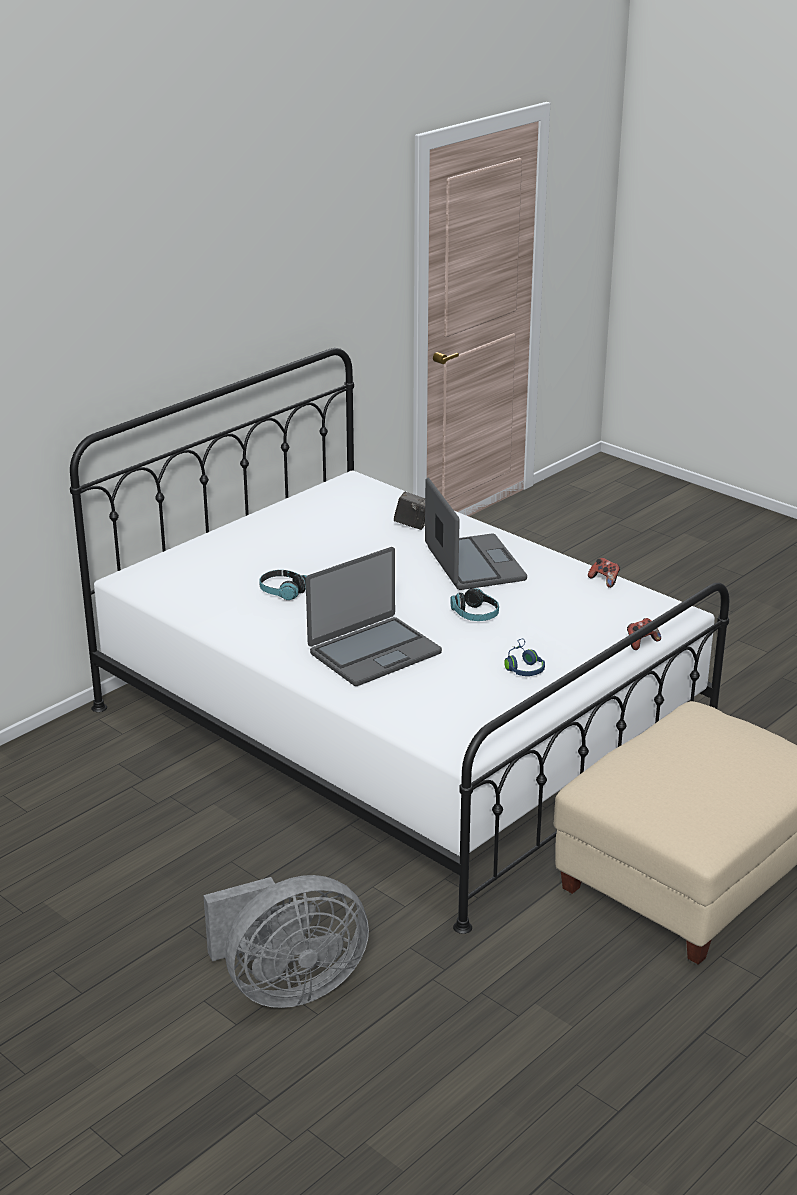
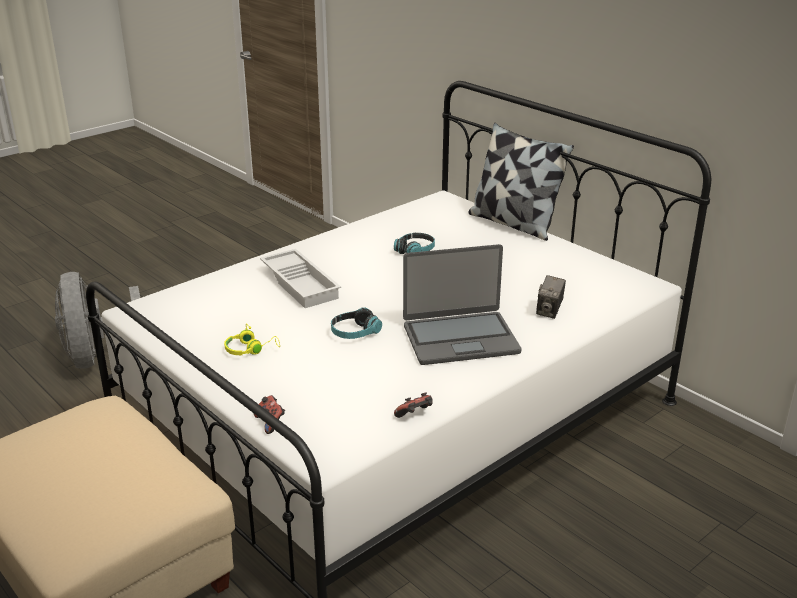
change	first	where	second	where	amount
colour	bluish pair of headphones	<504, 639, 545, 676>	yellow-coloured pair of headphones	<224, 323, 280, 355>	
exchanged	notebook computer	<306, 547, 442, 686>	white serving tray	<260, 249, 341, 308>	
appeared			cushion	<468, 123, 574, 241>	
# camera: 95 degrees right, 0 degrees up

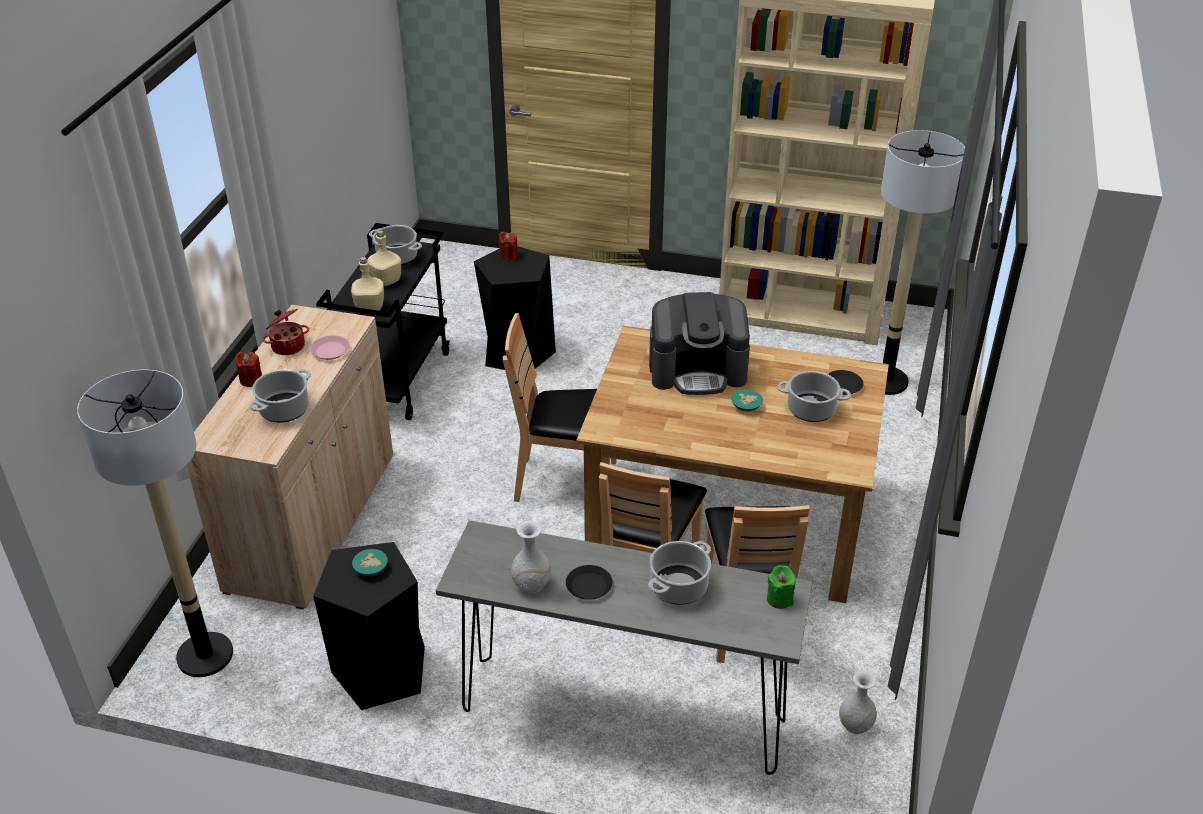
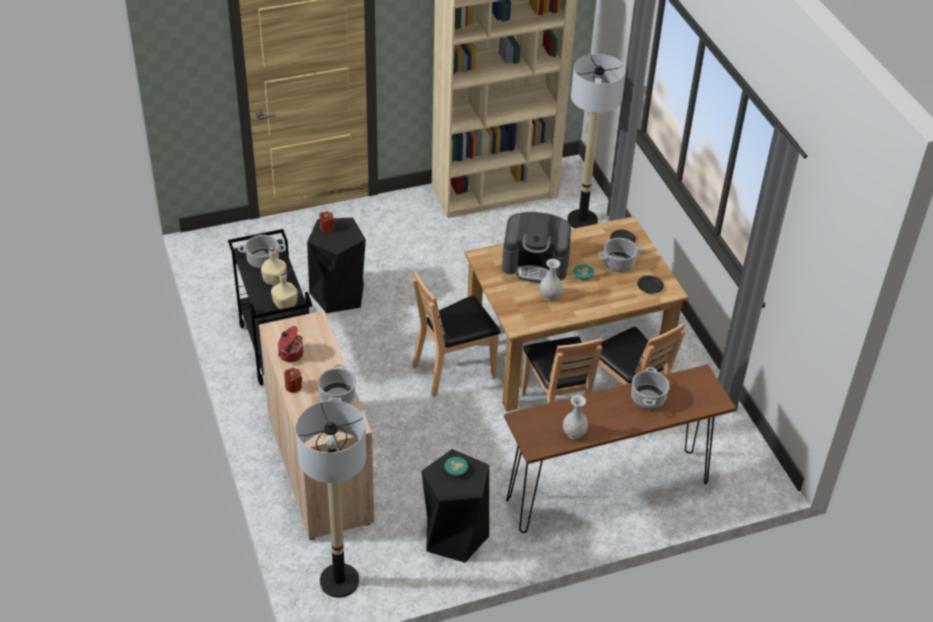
change	first	where	second	where	amount
spun	coffee machine	<649, 292, 750, 395>		<502, 212, 571, 283>	45 degrees clockwise
colour	greyish hall table	<436, 520, 813, 775>	brown-coloured hall table	<504, 364, 736, 533>	
relocated	white flower vase	<839, 671, 877, 734>		<540, 259, 562, 301>	
relocated	black-coloured flat dish	<566, 565, 613, 600>		<637, 276, 664, 294>	
missing	pinkish flat dish	<310, 335, 350, 360>			
missing	greenish candle	<767, 565, 796, 609>			
# camera: 35 degrees left, 5 degrees up

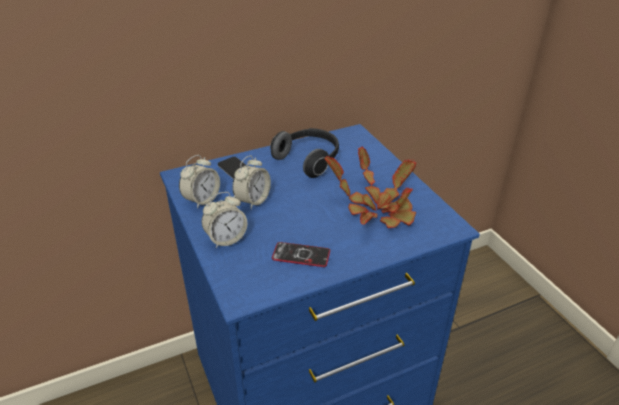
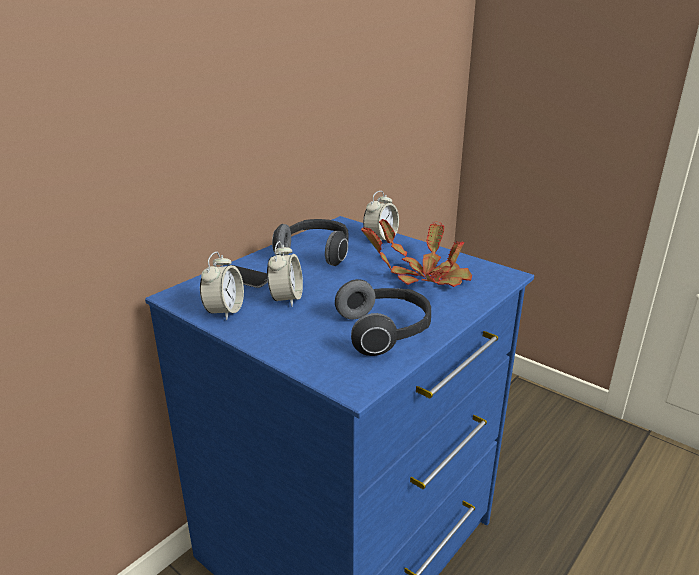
change	first	where	second	where	amount
exchanged	phone	<272, 242, 330, 267>	pair of headphones	<335, 279, 431, 356>	
relocated	bedside clock	<202, 192, 248, 248>		<363, 191, 399, 241>	
# camera: 25 degrees left, 10 degrees down

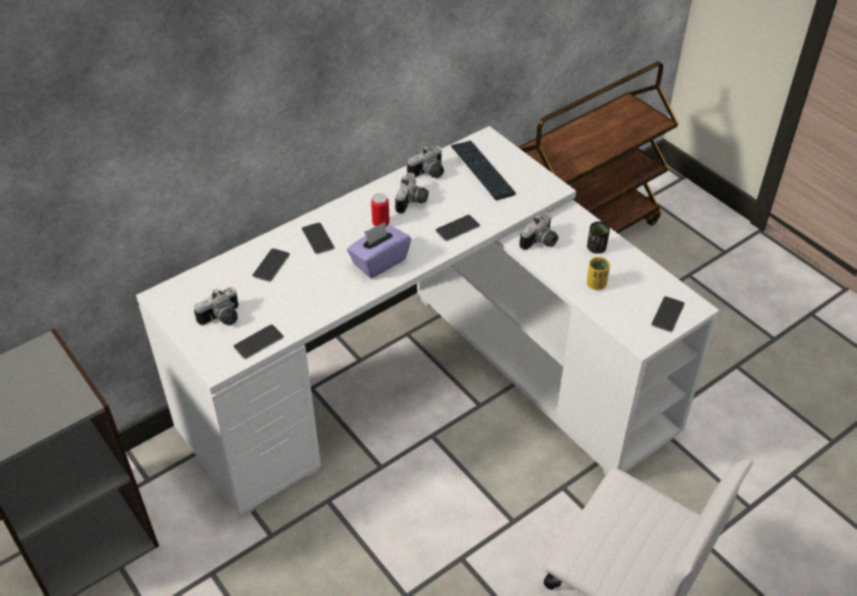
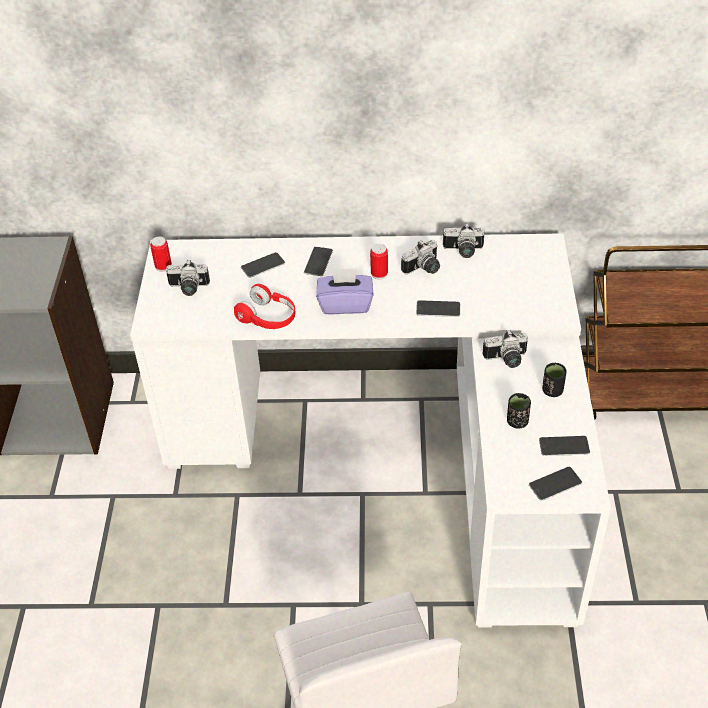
change	first	where	second	where	amount
appeared			metal can	<150, 237, 172, 272>	
appeared			reddish pair of headphones	<234, 284, 296, 329>	
colour	yellow-coloured cup	<587, 257, 610, 290>	black-coloured cup	<507, 393, 531, 429>	
relocated	phone	<233, 324, 284, 359>		<539, 436, 590, 456>	
missing	keyboard	<451, 140, 516, 200>			
# camera: 40 degrees right, 0 degrees up

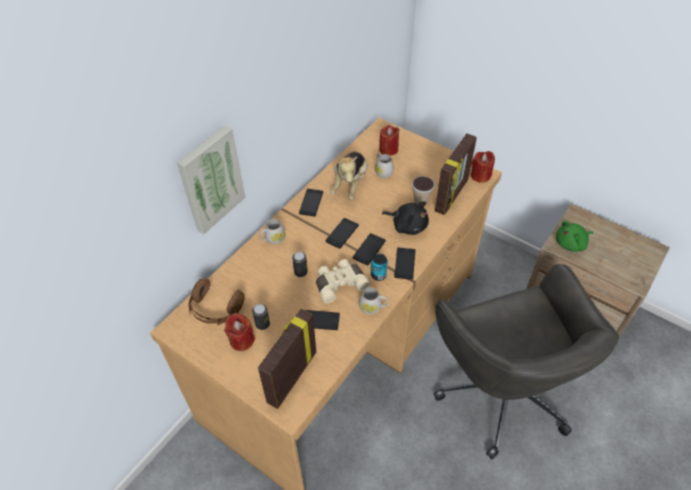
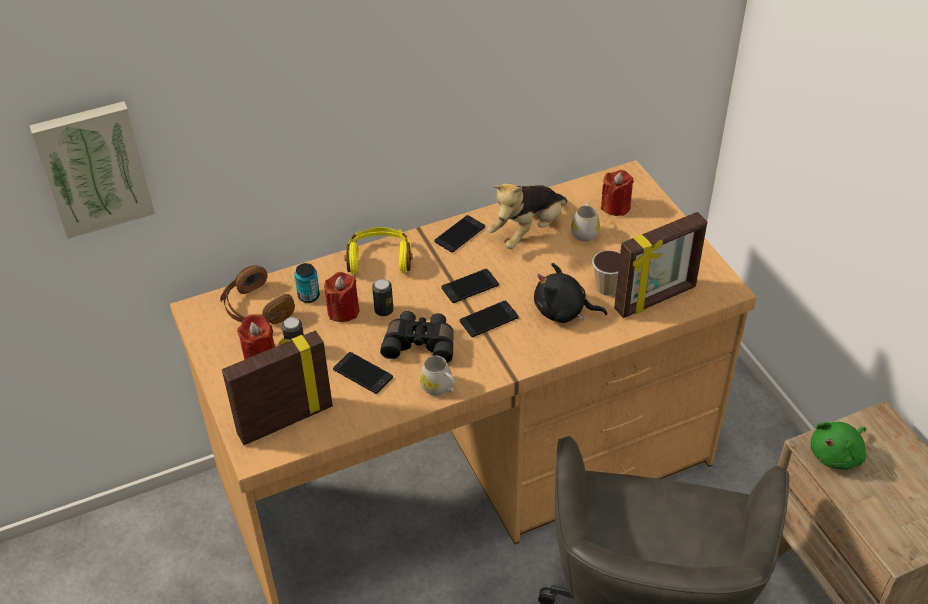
change	first	where	second	where	amount
relocated	wall art	<177, 125, 246, 234>		<29, 101, 155, 239>	
relocated	metal can	<371, 254, 388, 281>		<294, 263, 320, 303>	
relocated	reddish candle	<471, 151, 495, 183>		<324, 272, 359, 322>	
exchanged	white coffee mug	<259, 219, 285, 244>	yellow-coloured pair of headphones	<345, 227, 413, 274>	
colour	sand-coloured binoculars	<316, 259, 370, 303>	black-coloured binoculars	<380, 311, 454, 363>	
spun	black-coloured soft toy	<382, 202, 429, 235>		<534, 263, 607, 323>	135 degrees clockwise
spun	greenish soft toy	<556, 221, 594, 252>		<811, 422, 866, 470>	45 degrees counterclockwise
missing	phone	<394, 248, 416, 280>			
# camera: 30 degrees right, 5 degrees down

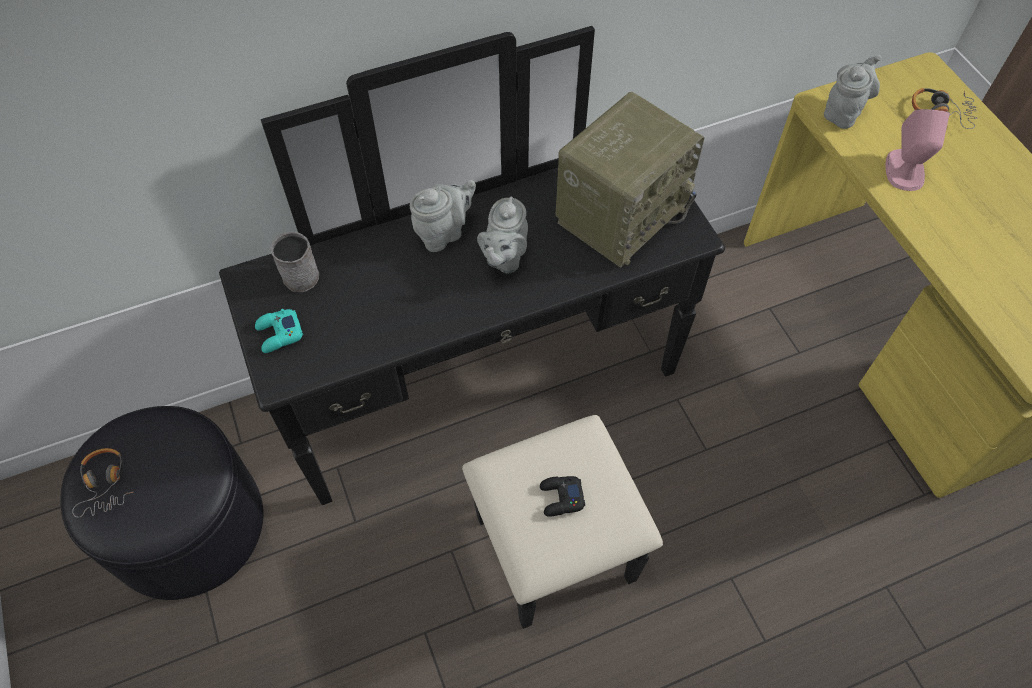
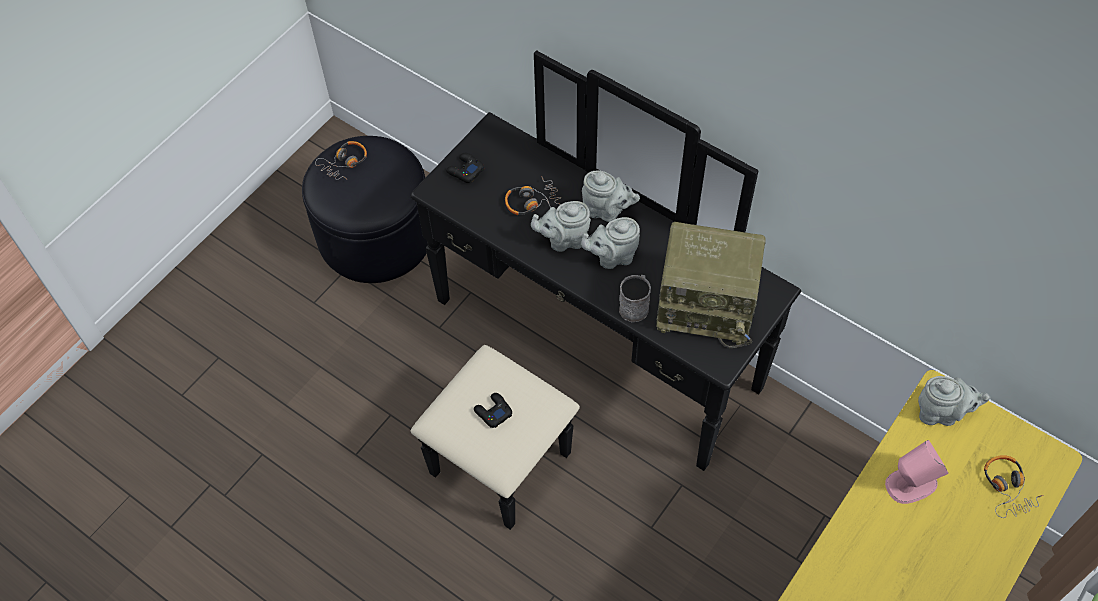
change	first	where	second	where	amount
colour	turquoise gamepad	<255, 309, 303, 353>	black-coloured gamepad	<446, 153, 484, 183>	
appeared			pair of headphones	<505, 176, 561, 215>	
appeared			greyish teapot	<531, 201, 591, 252>	
relocated	greyish coffee mug	<270, 232, 319, 292>		<619, 275, 651, 322>	
# camera: 60 degrees right, 0 degrees up

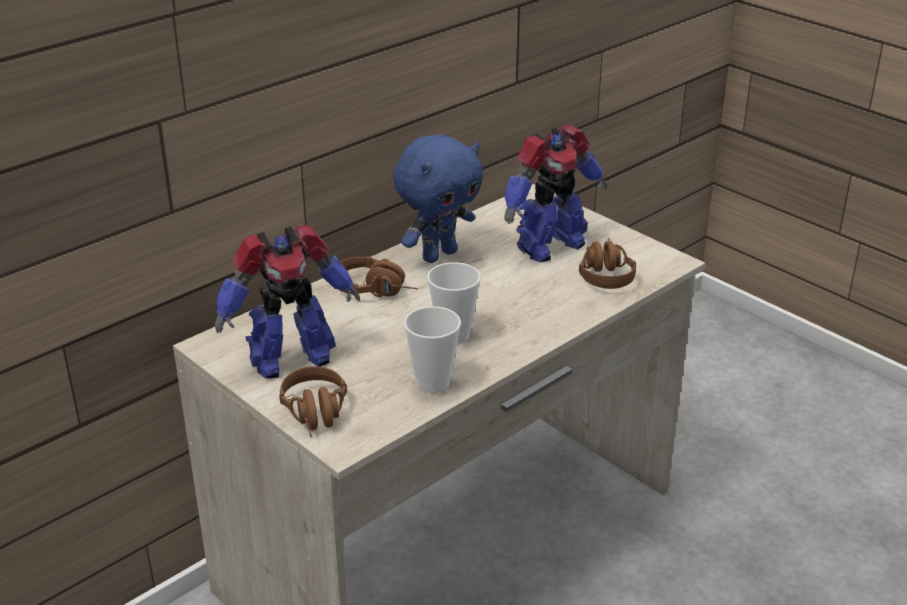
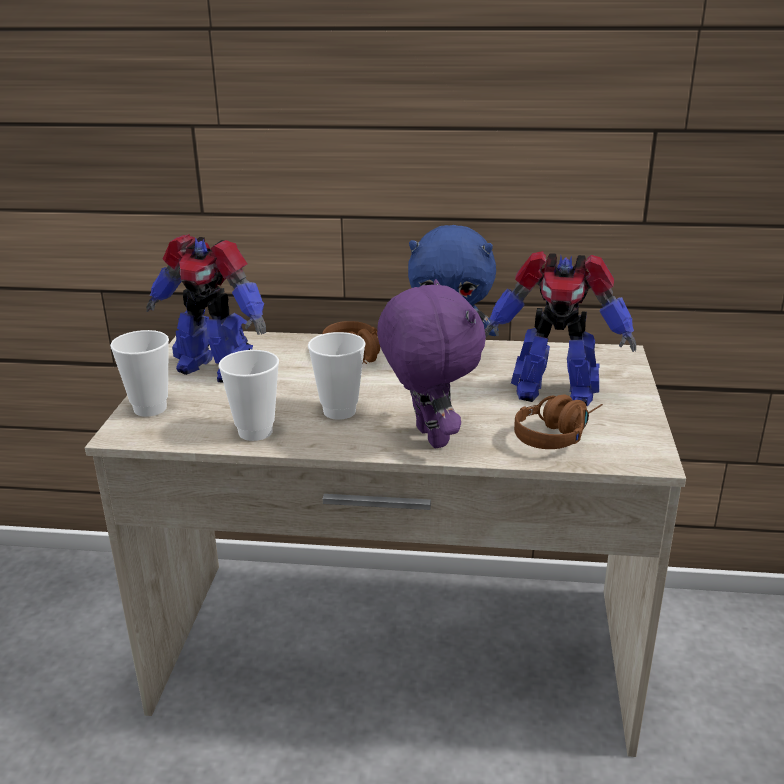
change	first	where	second	where	amount
exchanged	brown-coloured pair of headphones	<279, 366, 347, 437>	cup	<110, 330, 169, 417>	
appeared			purple-coloured soft toy	<377, 279, 486, 448>	
# camera: 50 degrees right, 5 degrees down

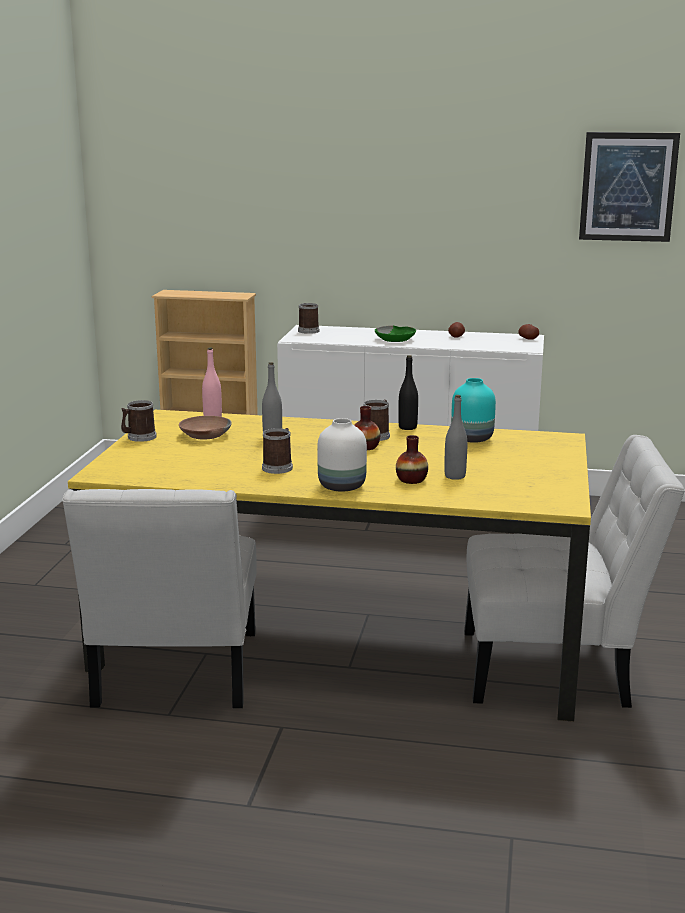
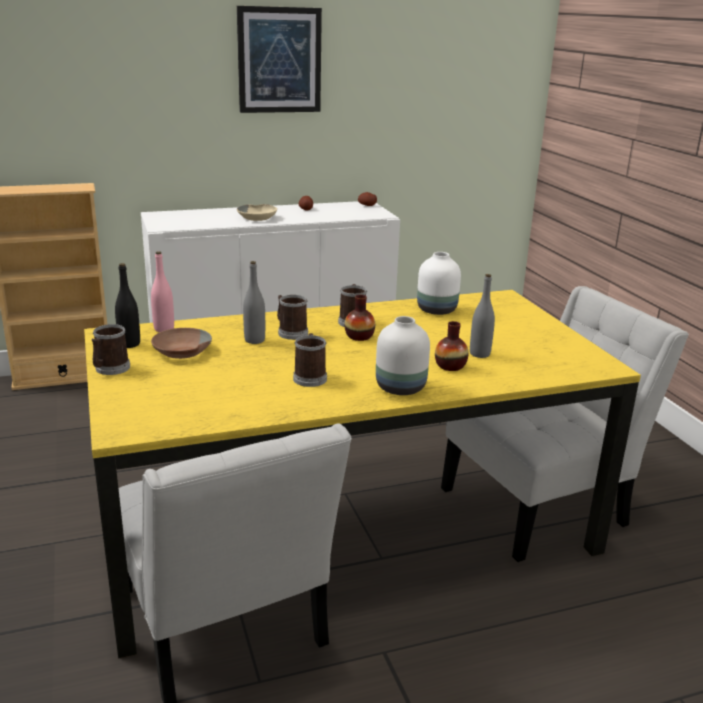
change	first	where	second	where	amount
relocated	black-coloured beverage bottle	<398, 355, 418, 430>		<115, 263, 140, 348>	
relocated	wall art	<579, 132, 680, 242>		<237, 6, 322, 113>	
colour	greenish bowl	<375, 326, 416, 342>	sand-coloured bowl	<237, 204, 277, 221>	
relocated	coffee mug	<298, 303, 320, 334>		<277, 295, 308, 340>	
colour	turquoise flower vase	<451, 378, 496, 443>	white flower vase	<417, 252, 461, 315>	
# camera: 30 degrees left, 5 degrees up

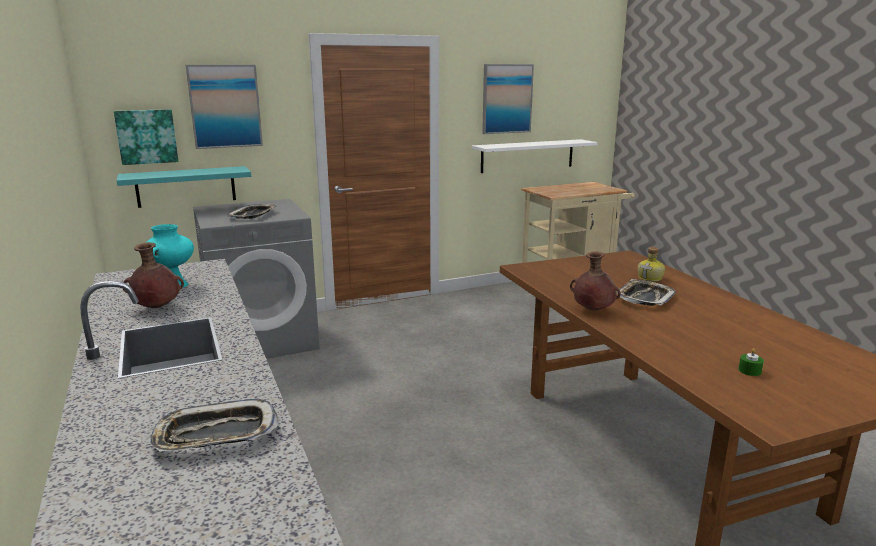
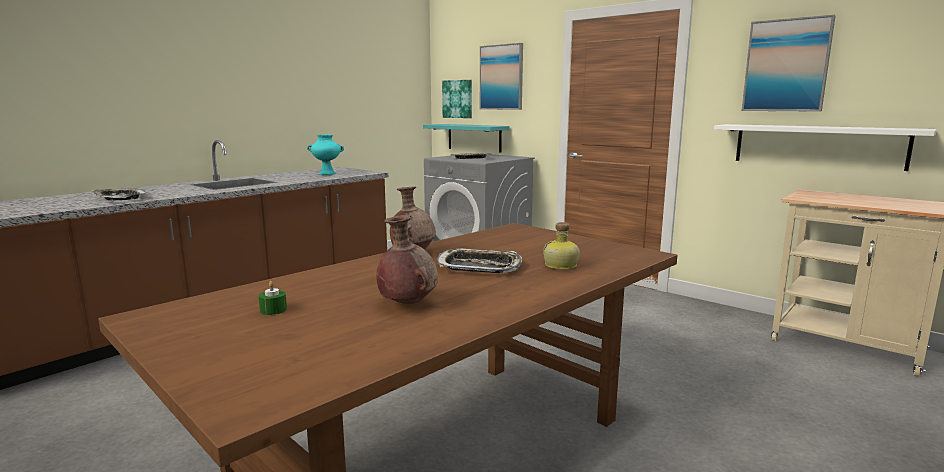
change	first	where	second	where	amount
relocated	brown-coloured flower vase	<123, 242, 184, 308>		<376, 215, 438, 304>	
# camera: 65 degrees right, 5 degrees down

